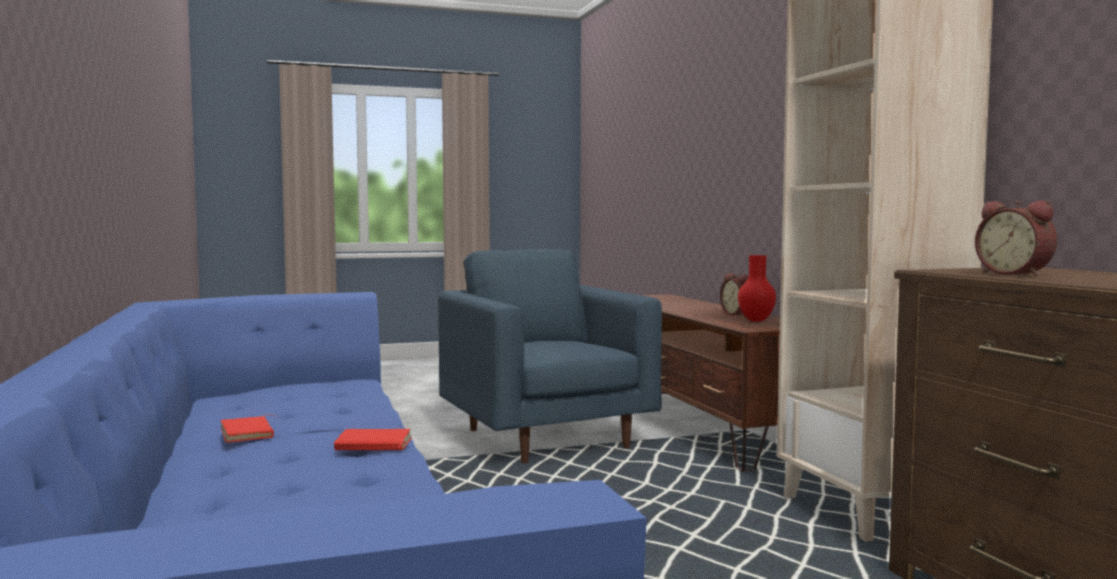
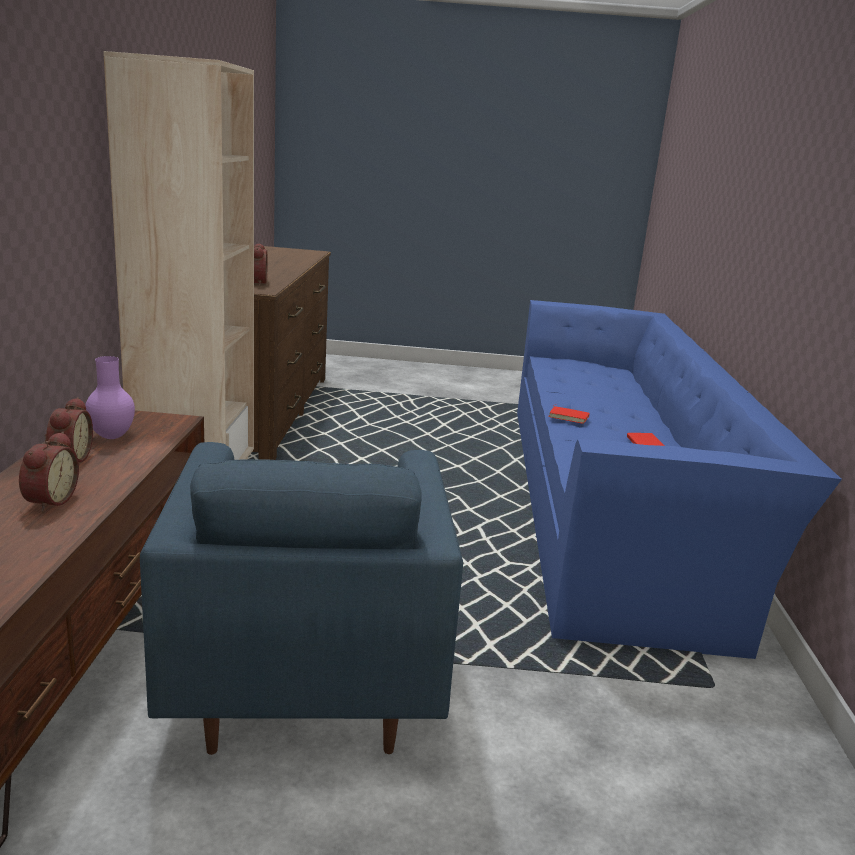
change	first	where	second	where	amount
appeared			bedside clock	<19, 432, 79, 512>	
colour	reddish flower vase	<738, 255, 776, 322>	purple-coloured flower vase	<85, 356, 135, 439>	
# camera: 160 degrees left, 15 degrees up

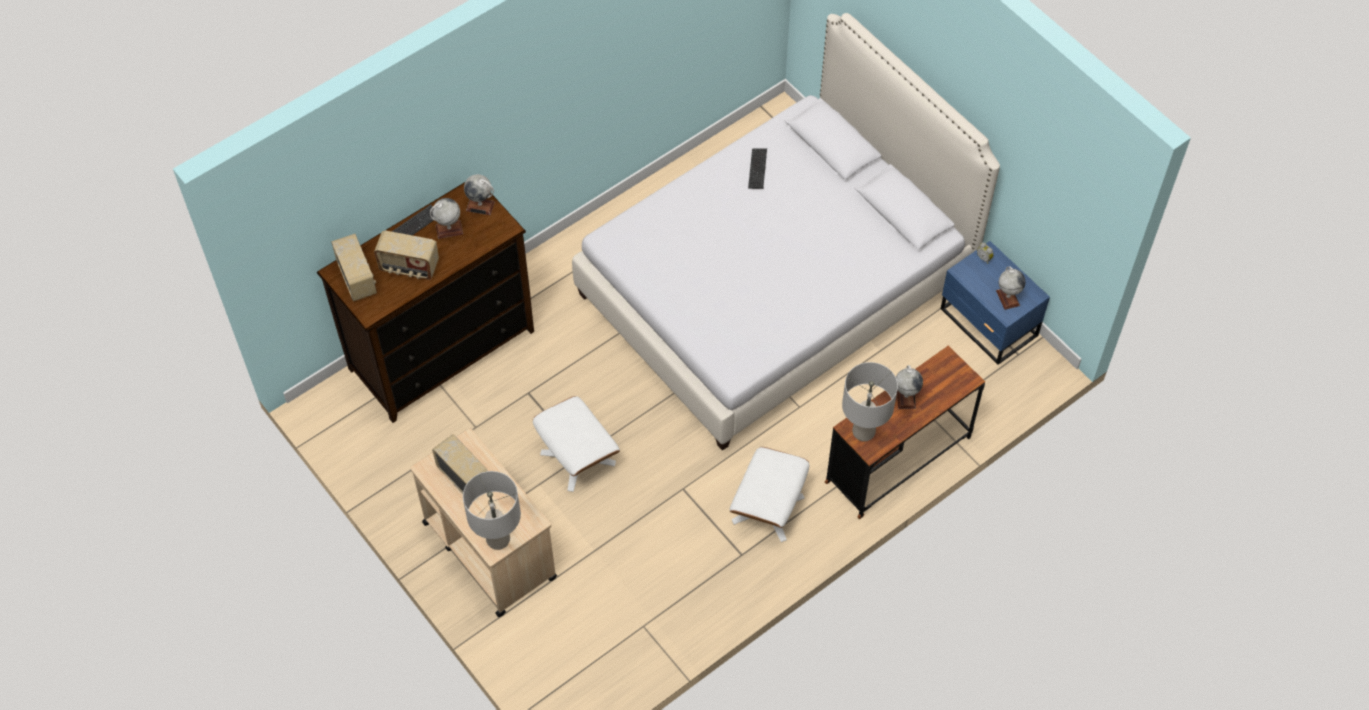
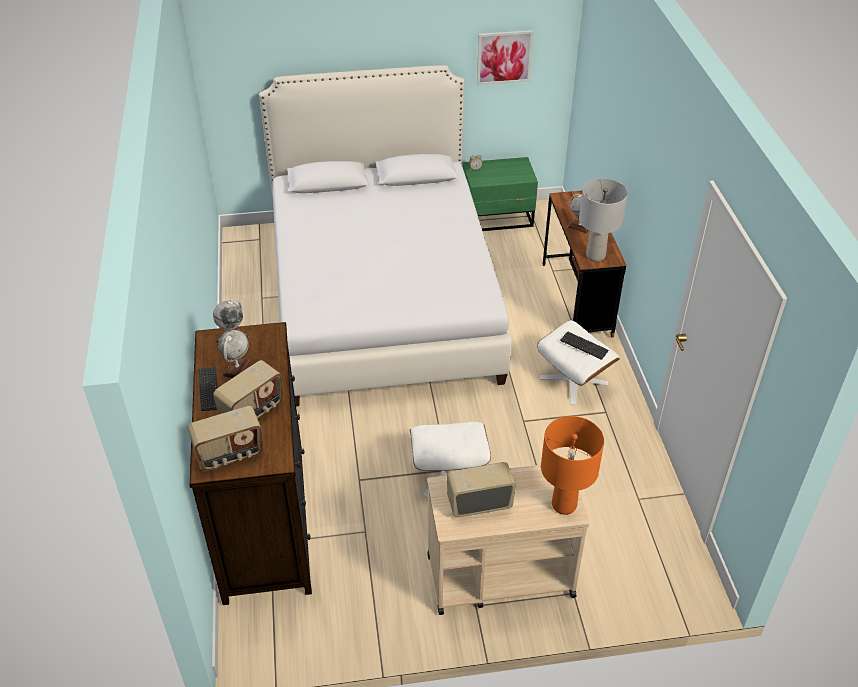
change	first	where	second	where	amount
spun	radio set	<331, 234, 377, 301>		<188, 406, 264, 471>	150 degrees clockwise
colour	bluish night table	<941, 241, 1050, 365>	greenish night table	<463, 157, 538, 231>	
appeared			wall art	<477, 30, 534, 85>	
colour	greyish table lamp	<463, 471, 521, 550>	orange-coloured table lamp	<541, 416, 604, 515>	
relocated	keyboard	<748, 148, 767, 189>		<560, 331, 609, 360>	
missing	world globe	<996, 266, 1026, 310>			
# camera: 60 degrees left, 15 degrees down

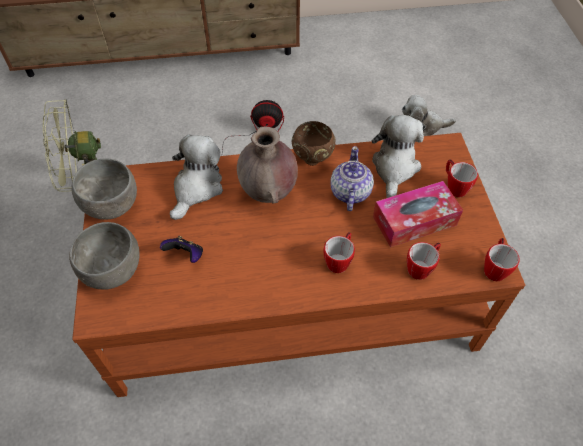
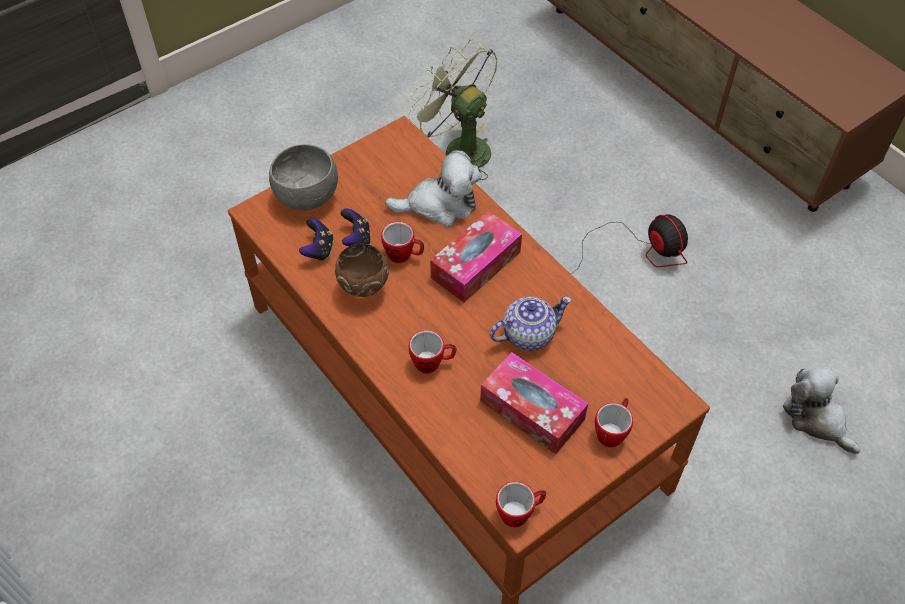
change	first	where	second	where	amount
appeared			gamepad	<299, 218, 334, 261>	
relocated	brown-coloured bowl	<292, 121, 335, 166>		<335, 243, 389, 297>	
relocated	coffee mug	<407, 242, 441, 280>		<381, 222, 424, 263>	
exchanged	brown-coloured flower vase	<237, 127, 298, 204>	box of tissues	<430, 211, 522, 302>	
missing	greyish bowl	<71, 158, 137, 220>			
missing	soft toy	<372, 115, 424, 198>			
# camera: 60 degrees right, 0 degrees up

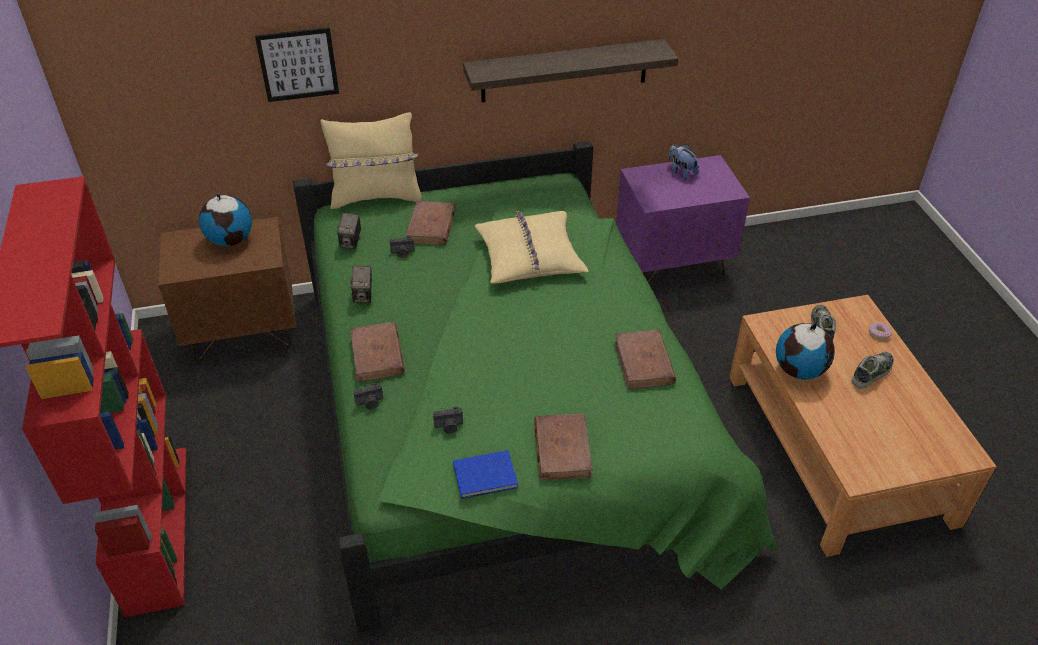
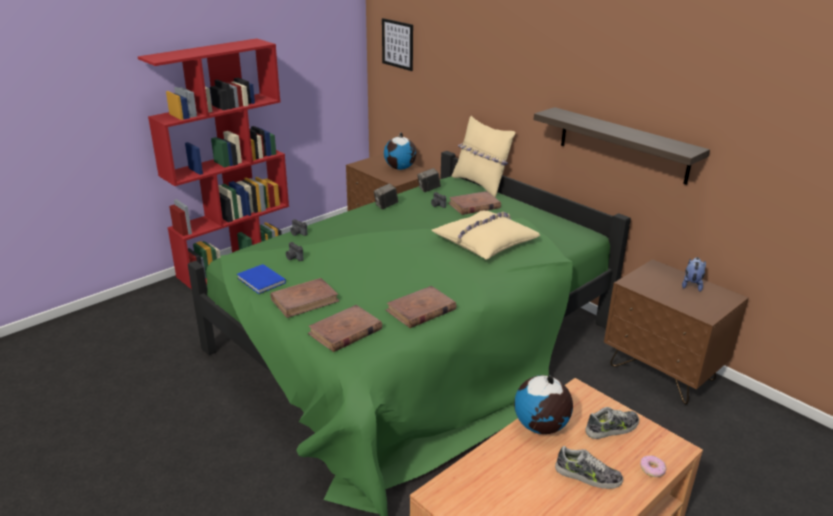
change	first	where	second	where	amount
relocated	brown-coloured volume	<350, 322, 405, 382>		<308, 305, 382, 352>	
relocated	wall art	<255, 27, 339, 102>		<382, 18, 413, 71>	
colour	purple-coloured night table	<616, 155, 750, 283>	brown-coloured night table	<604, 259, 749, 405>	
# camera: 60 degrees right, 15 degrees down

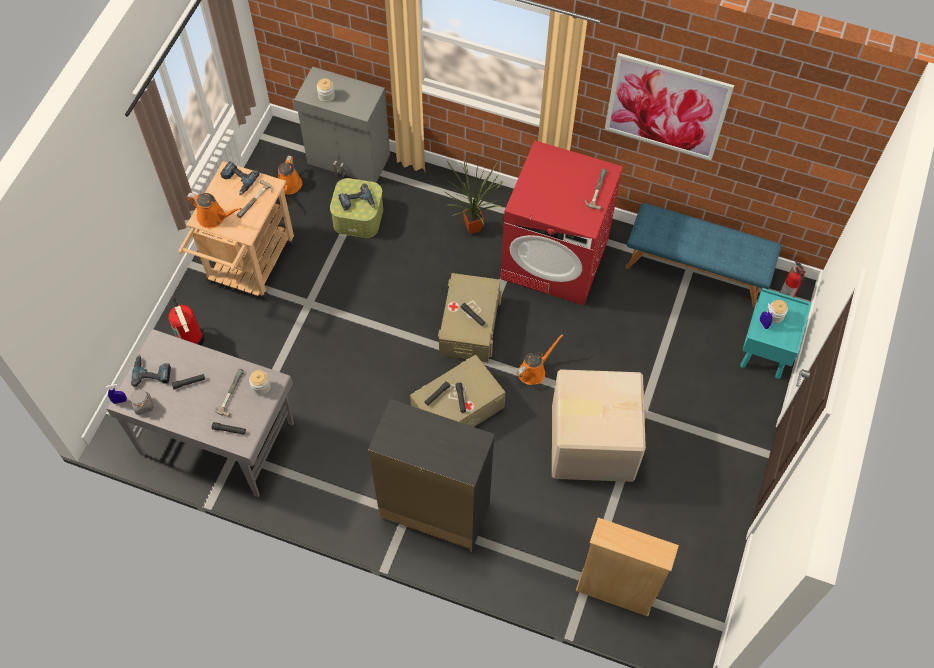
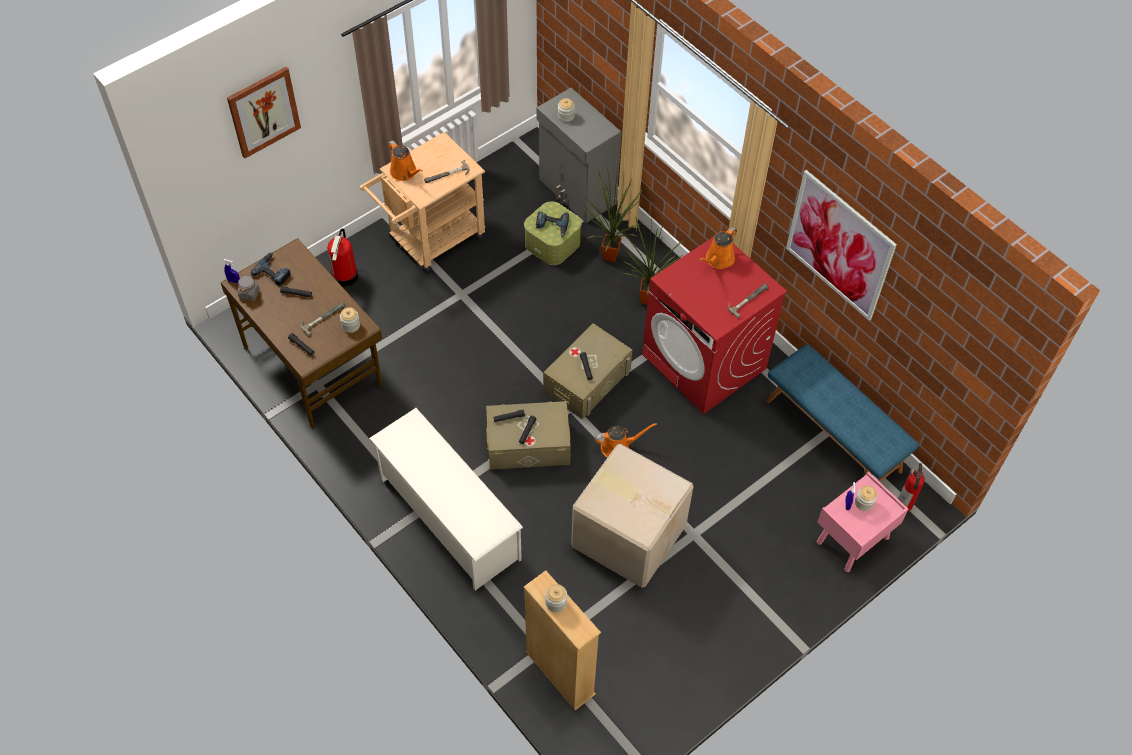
change	first	where	second	where	amount
colour	greyish desk table	<107, 329, 294, 497>	brown-coloured desk table	<221, 238, 382, 429>	
appeared			wall art	<227, 67, 301, 158>	
exchanged	black-coloured chest of drawers	<368, 399, 495, 552>	white shoe rack	<369, 408, 523, 590>	
appeared			storage jar	<545, 584, 567, 612>	
appeared			potted plant	<584, 163, 644, 262>	
relocated	orange-coloured sprinkling can	<278, 156, 302, 194>		<699, 227, 737, 269>	
colour	turquoise night table	<740, 288, 811, 379>	pinkish night table	<817, 472, 908, 572>	
missing	electric drill	<220, 161, 259, 195>			
# camera: 30 degrees right, 5 degrees down

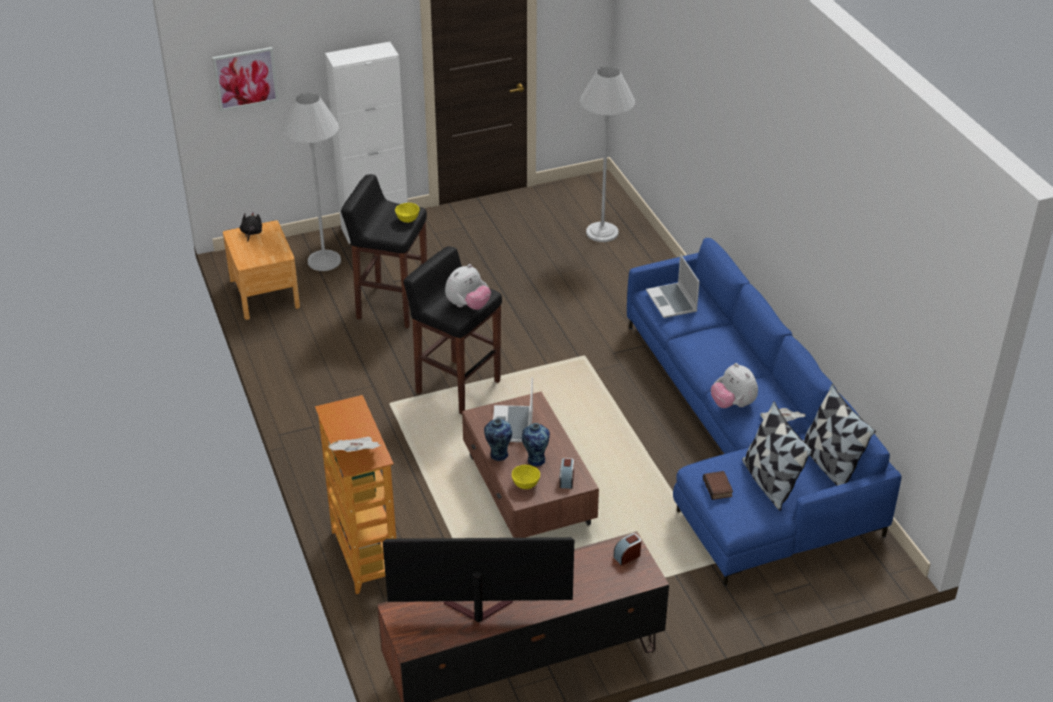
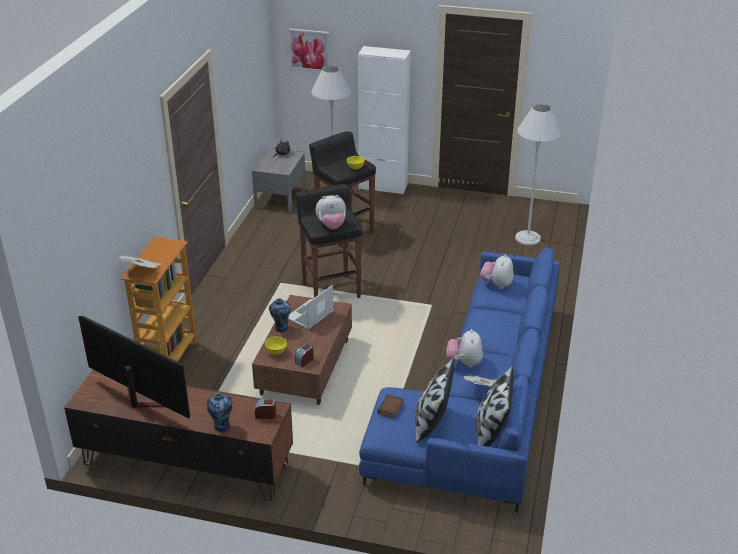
change	first	where	second	where	amount
relocated	flower vase	<522, 423, 550, 466>		<207, 392, 232, 432>	
colour	brown-coloured night table	<223, 220, 300, 320>	greyish night table	<252, 148, 306, 213>	
exchanged	notebook computer	<646, 254, 700, 318>	soft toy	<480, 254, 514, 289>	
# camera: 35 degrees right, 5 degrees down

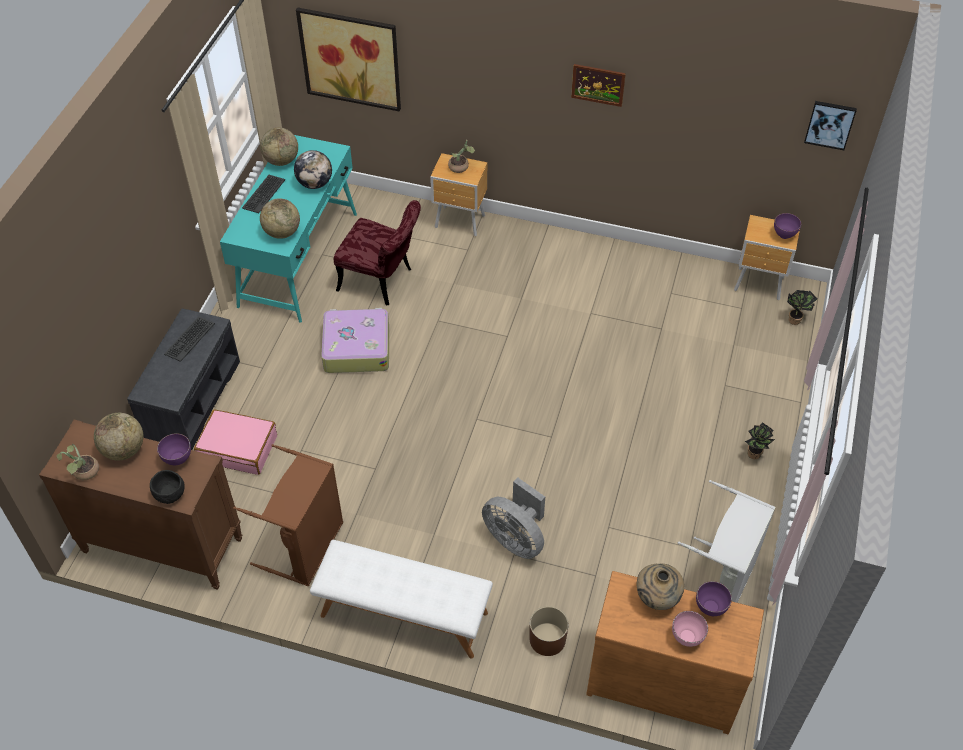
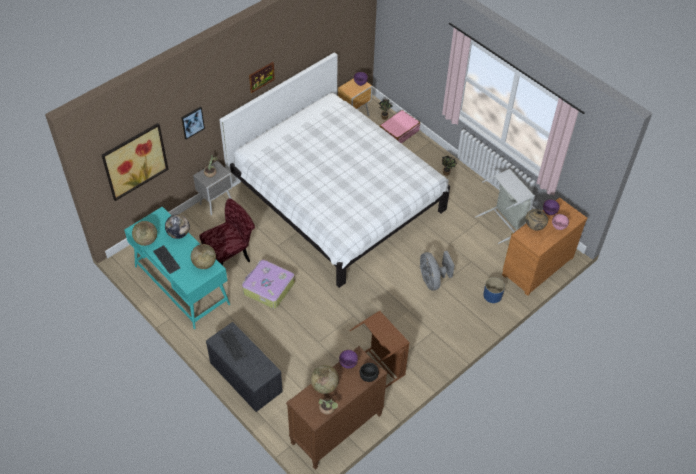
change	first	where	second	where	amount
relocated	wall art	<804, 101, 857, 150>		<181, 107, 205, 140>	
colour	brown-coloured night table	<430, 153, 487, 236>	greyish night table	<193, 161, 233, 216>	
appeared			white bed	<219, 52, 450, 288>	
relocated	pinkish piece of luggage	<194, 410, 277, 475>		<379, 110, 420, 144>	
spun	greyish electric fan	<482, 477, 545, 559>		<420, 251, 455, 291>	90 degrees clockwise
colour	brown-coloured plant pot	<529, 606, 568, 656>	bluish plant pot	<483, 277, 505, 303>	
missing	white bench	<310, 540, 493, 659>			
# camera: 60 degrees left, 0 degrees up

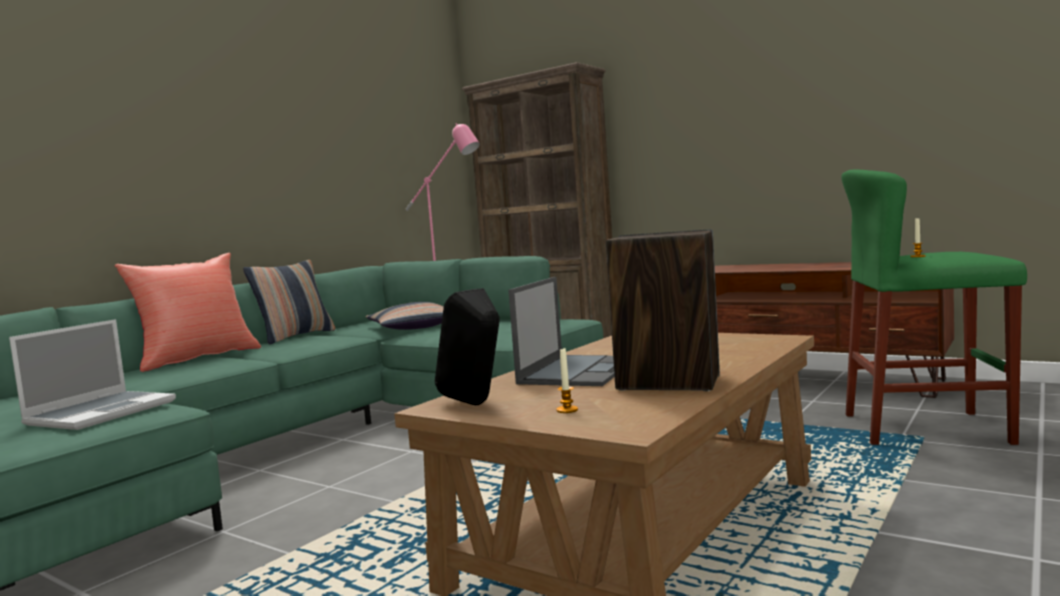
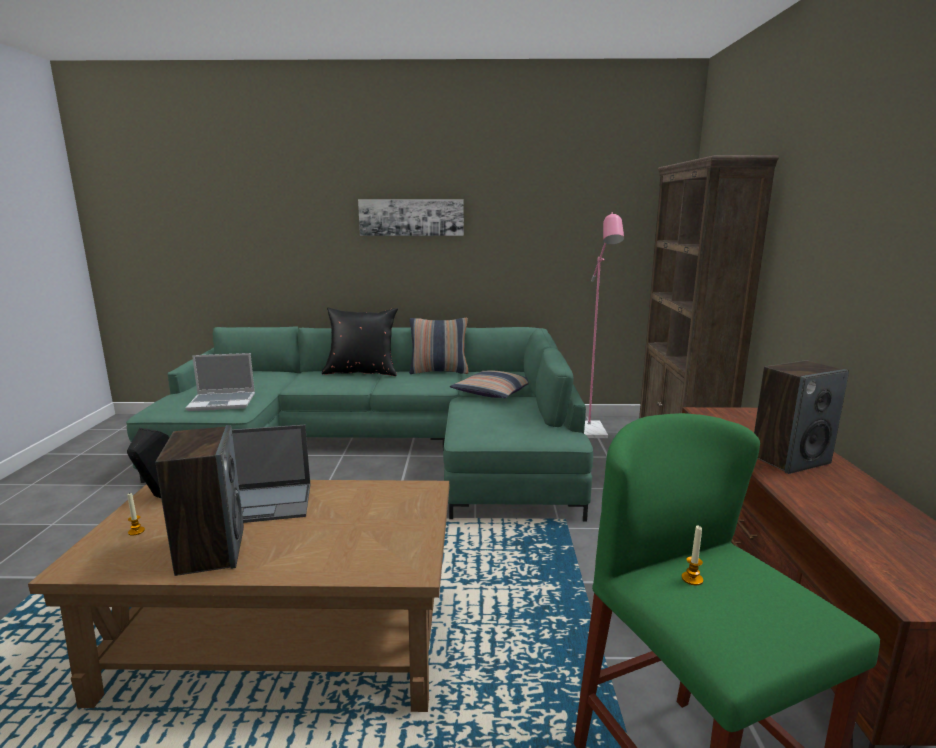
change	first	where	second	where	amount
colour	reddish cushion	<115, 253, 261, 372>	black-coloured cushion	<322, 307, 398, 376>	
appeared			wall art	<358, 200, 464, 236>	
appeared			speaker	<754, 360, 849, 474>	
# camera: 55 degrees right, 10 degrees up

